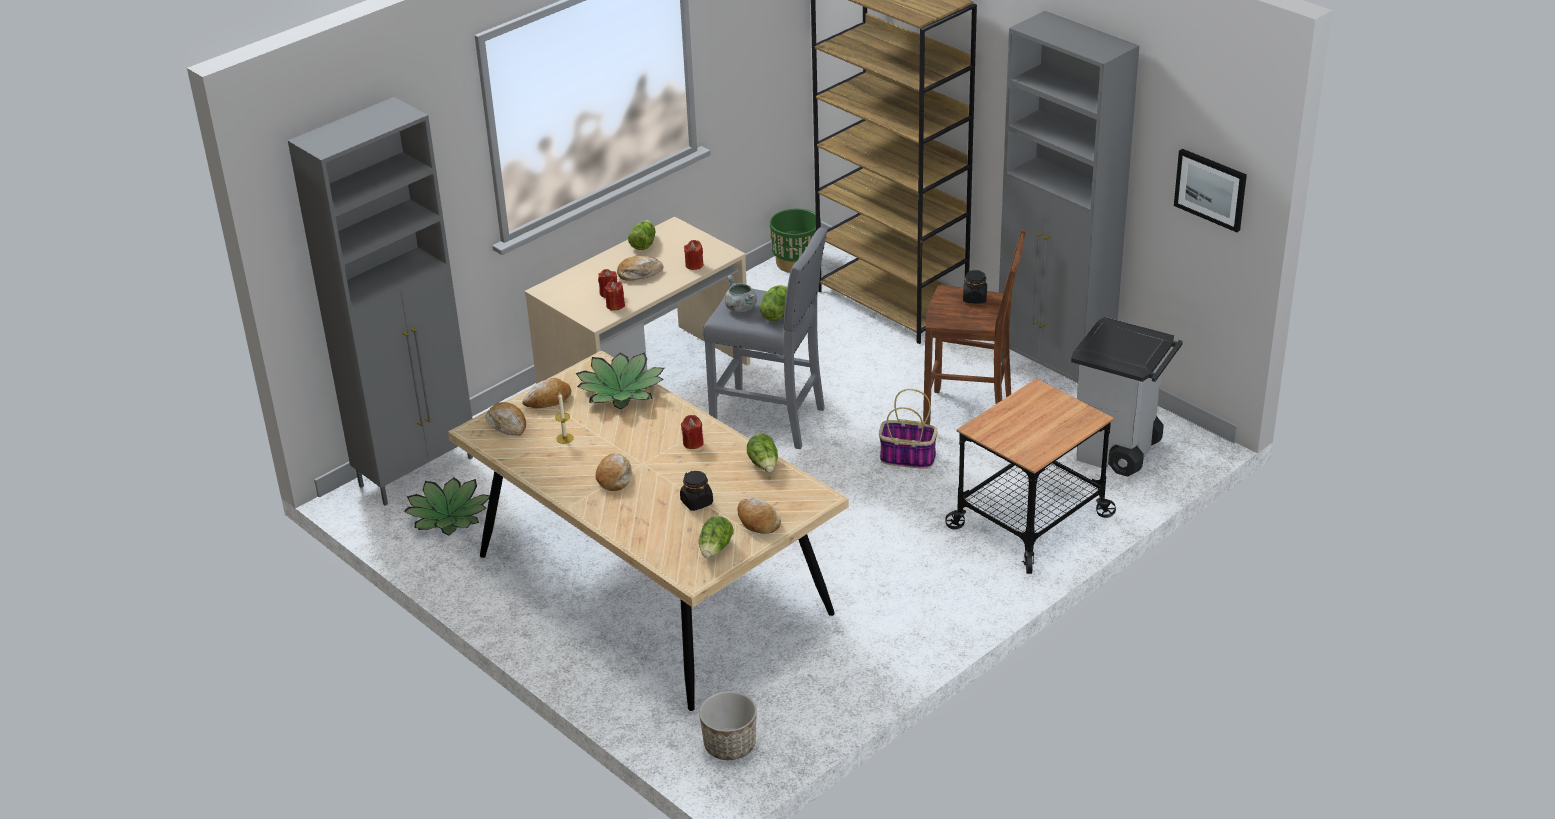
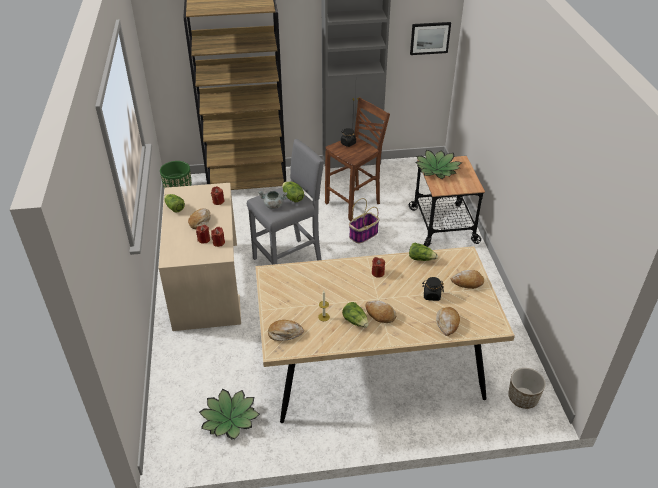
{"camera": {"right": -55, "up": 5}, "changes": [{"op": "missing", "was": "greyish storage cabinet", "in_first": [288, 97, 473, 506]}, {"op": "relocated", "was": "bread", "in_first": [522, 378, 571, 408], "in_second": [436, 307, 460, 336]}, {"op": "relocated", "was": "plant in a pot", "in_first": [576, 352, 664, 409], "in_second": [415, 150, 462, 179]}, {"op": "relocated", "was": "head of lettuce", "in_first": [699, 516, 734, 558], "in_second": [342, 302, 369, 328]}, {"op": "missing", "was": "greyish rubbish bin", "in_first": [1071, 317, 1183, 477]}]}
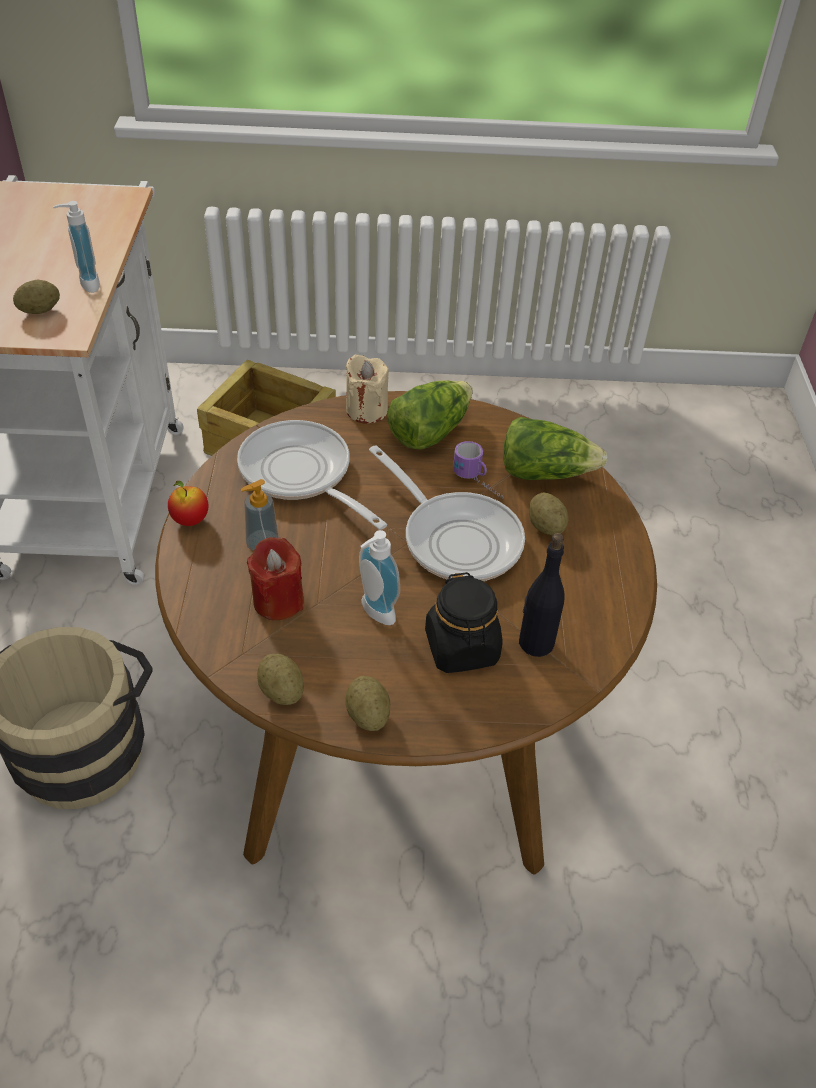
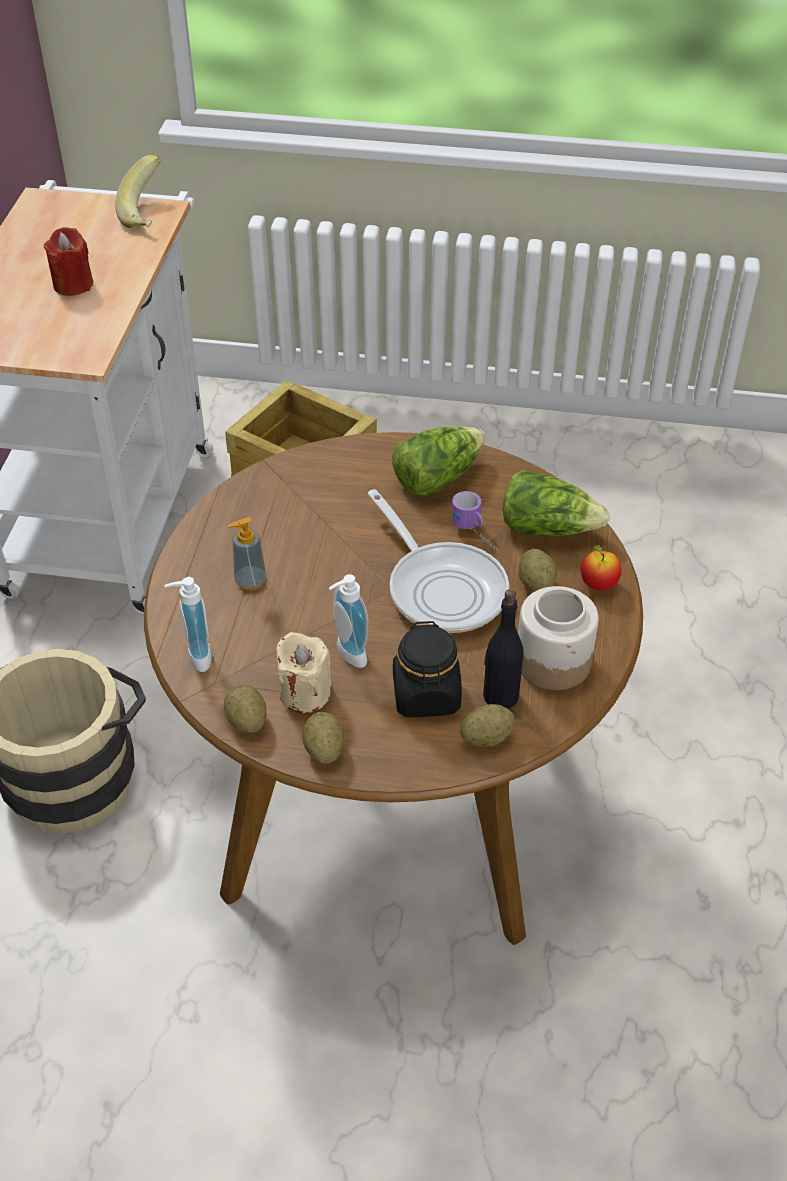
{"camera": {"right": 10, "up": 0}, "changes": [{"op": "relocated", "was": "spud", "in_first": [13, 280, 60, 314], "in_second": [460, 704, 515, 747]}, {"op": "relocated", "was": "soap dispenser", "in_first": [53, 201, 100, 293], "in_second": [164, 577, 212, 672]}, {"op": "relocated", "was": "apple", "in_first": [168, 481, 209, 526], "in_second": [581, 545, 622, 591]}, {"op": "missing", "was": "frying pan", "in_first": [237, 420, 387, 530]}, {"op": "relocated", "was": "red-coloured wax light", "in_first": [247, 537, 304, 620], "in_second": [44, 227, 93, 296]}, {"op": "relocated", "was": "beige wax light", "in_first": [345, 354, 389, 423], "in_second": [276, 632, 331, 713]}, {"op": "appeared", "now": "whole banana", "in_second": [115, 155, 160, 228]}, {"op": "appeared", "now": "jar", "in_second": [518, 586, 599, 690]}]}
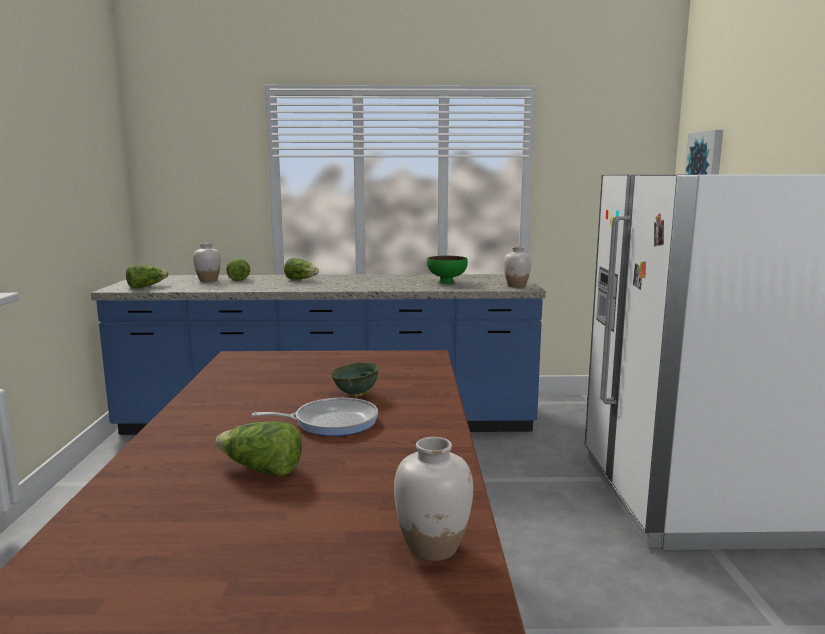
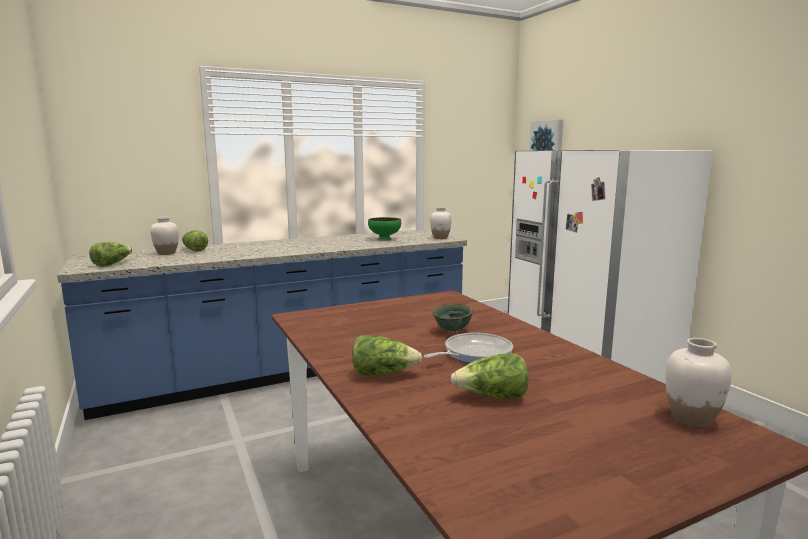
{"camera": {"right": -25, "up": 0}, "changes": [{"op": "relocated", "was": "head of lettuce", "in_first": [284, 258, 319, 280], "in_second": [352, 335, 422, 376]}]}
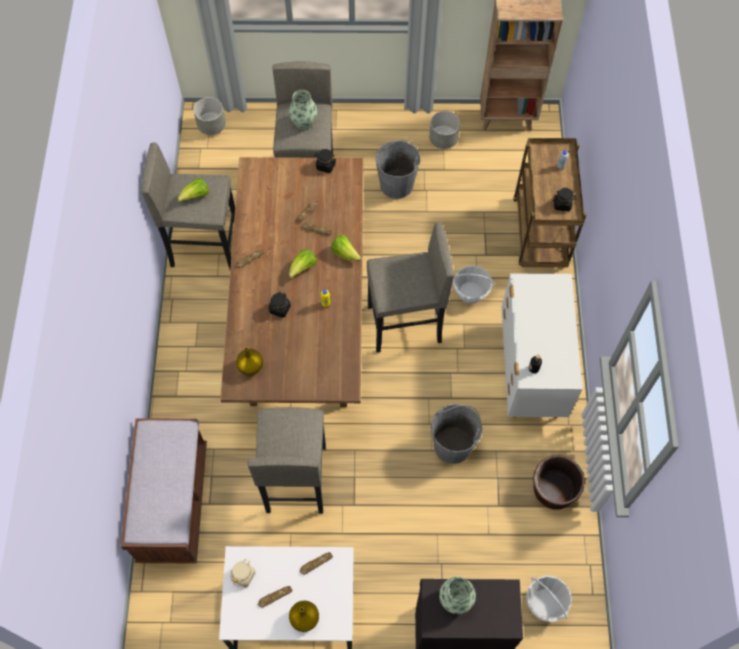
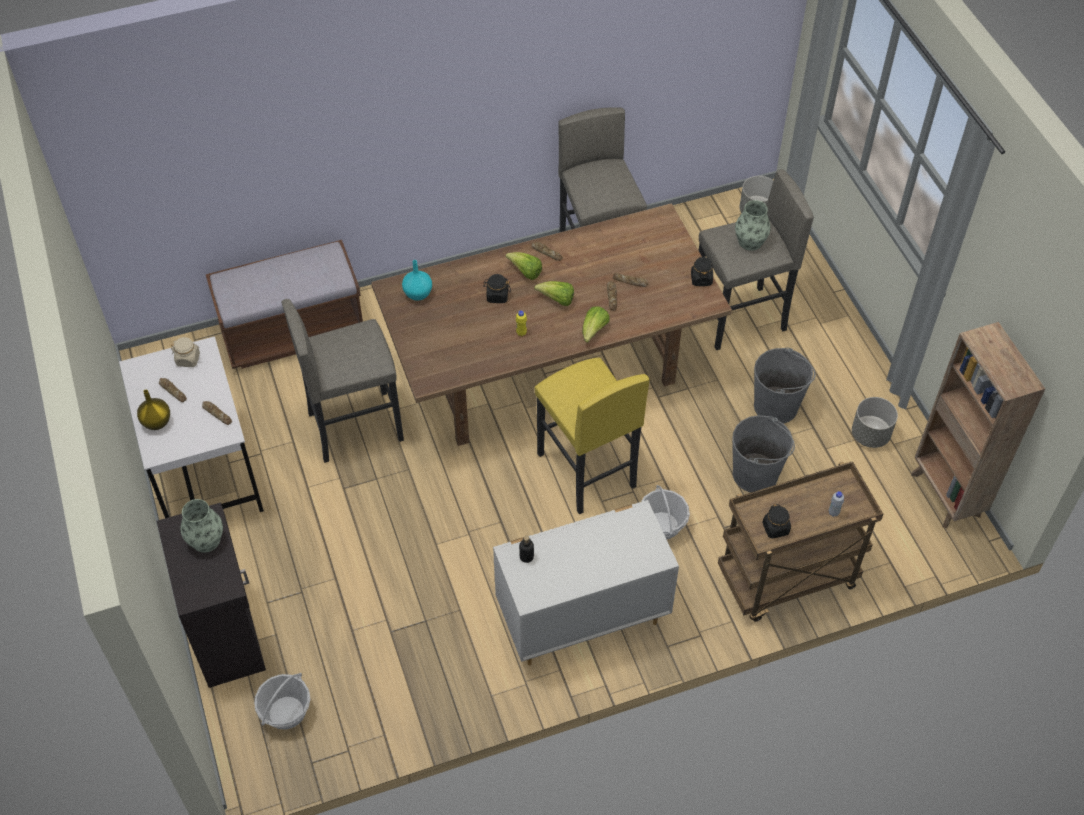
{"camera": {"right": 70, "up": -10}, "changes": [{"op": "relocated", "was": "head of lettuce", "in_first": [177, 178, 209, 202], "in_second": [505, 252, 542, 280]}, {"op": "colour", "was": "yellow decorative vase", "now": "turquoise-coloured decorative vase", "in_first": [236, 347, 263, 376], "in_second": [402, 260, 432, 301]}, {"op": "colour", "was": "greyish sitting stool", "now": "yellow sitting stool", "in_first": [367, 222, 454, 353], "in_second": [535, 357, 650, 514]}, {"op": "relocated", "was": "greyish pail", "in_first": [431, 404, 482, 464], "in_second": [732, 415, 795, 493]}, {"op": "missing", "was": "brownish plant pot", "in_first": [533, 455, 585, 510]}]}
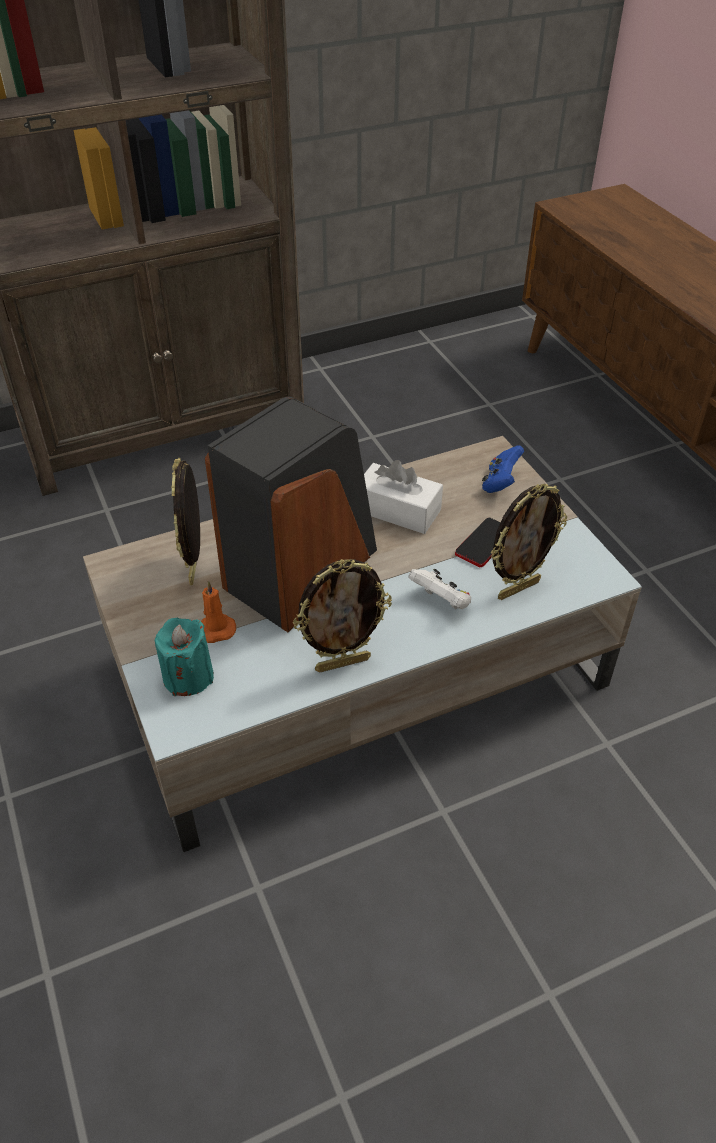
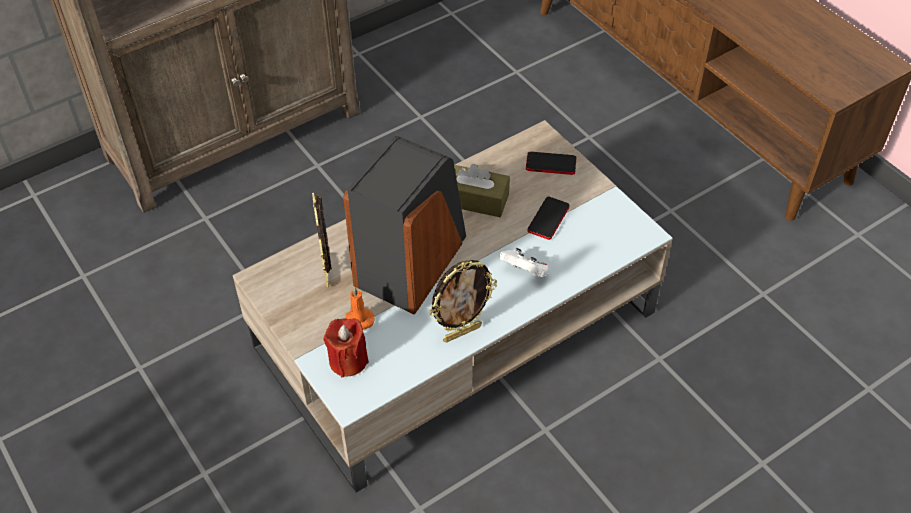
{"camera": {"right": -10, "up": 5}, "changes": [{"op": "colour", "was": "turquoise-coloured wax light", "now": "red-coloured wax light", "in_first": [154, 618, 214, 696], "in_second": [324, 318, 369, 378]}, {"op": "colour", "was": "white tissue holder", "now": "brownish tissue holder", "in_first": [364, 460, 443, 534], "in_second": [454, 164, 510, 217]}, {"op": "exchanged", "was": "blue game controller", "now": "telephone", "in_first": [482, 445, 524, 493], "in_second": [526, 152, 576, 175]}, {"op": "missing", "was": "photo frame", "in_first": [491, 484, 567, 600]}]}
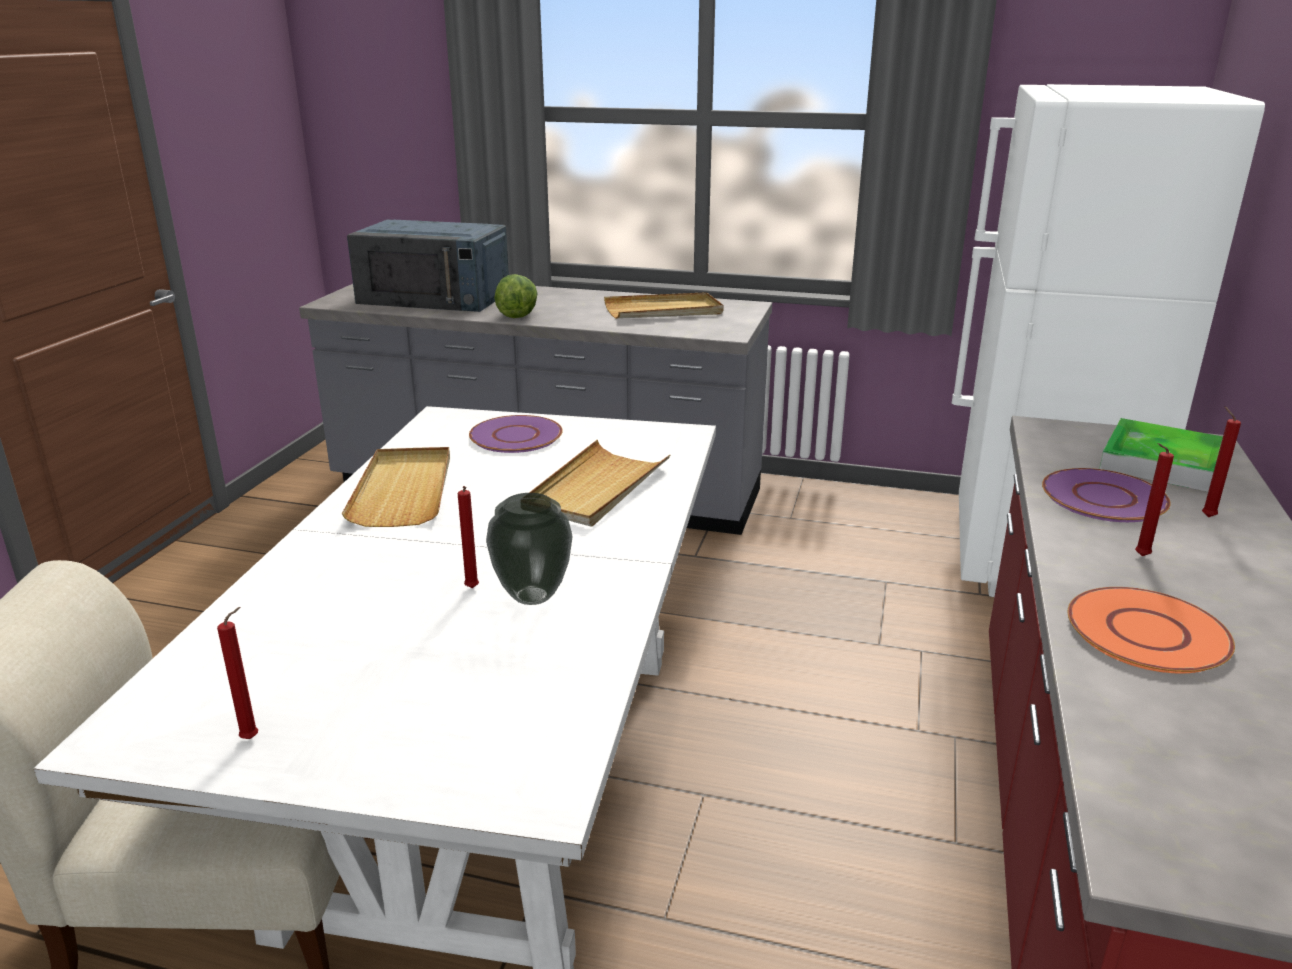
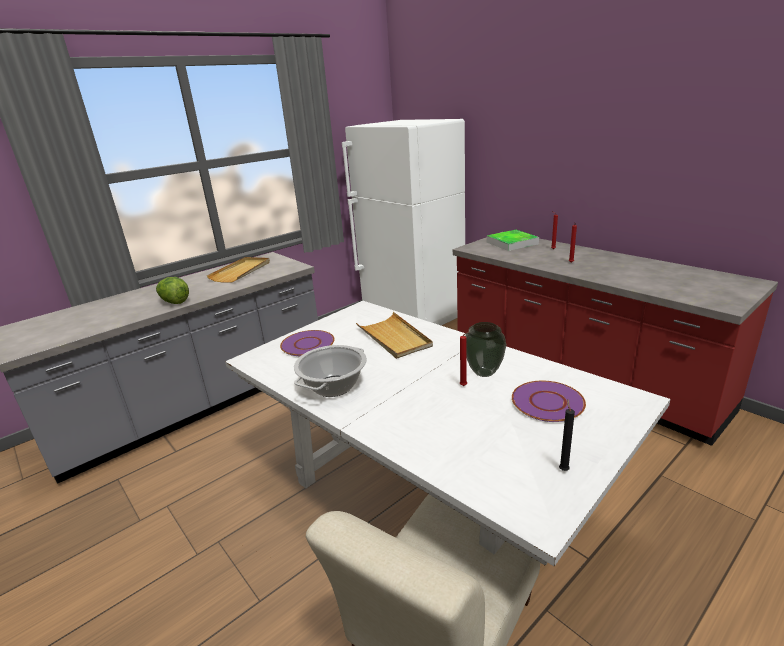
{"camera": {"right": -55, "up": 0}, "changes": [{"op": "colour", "was": "red-coloured wax light", "now": "black wax light", "in_first": [217, 607, 258, 739], "in_second": [559, 400, 575, 471]}, {"op": "exchanged", "was": "beige carrying tray", "now": "stockpot", "in_first": [342, 447, 450, 527], "in_second": [294, 345, 367, 397]}, {"op": "missing", "was": "blue microwave oven", "in_first": [347, 220, 509, 312]}, {"op": "relocated", "was": "purple-coloured dinner plate", "in_first": [1042, 468, 1171, 522], "in_second": [512, 381, 586, 422]}, {"op": "missing", "was": "orange dinner plate", "in_first": [1068, 587, 1235, 674]}]}
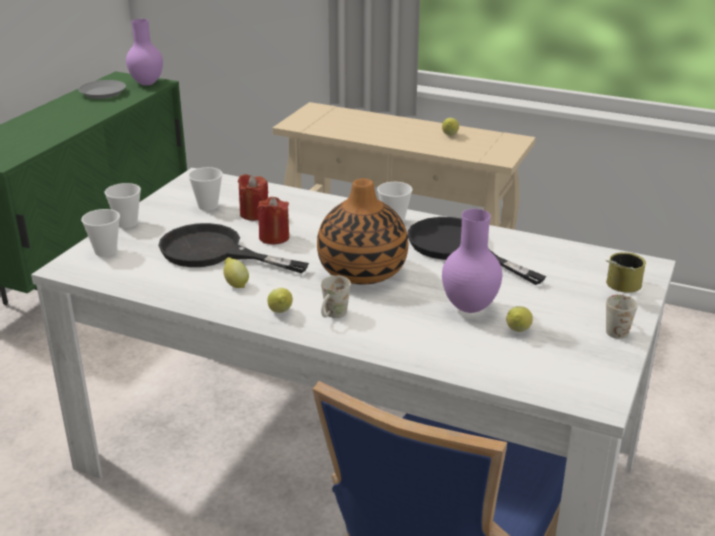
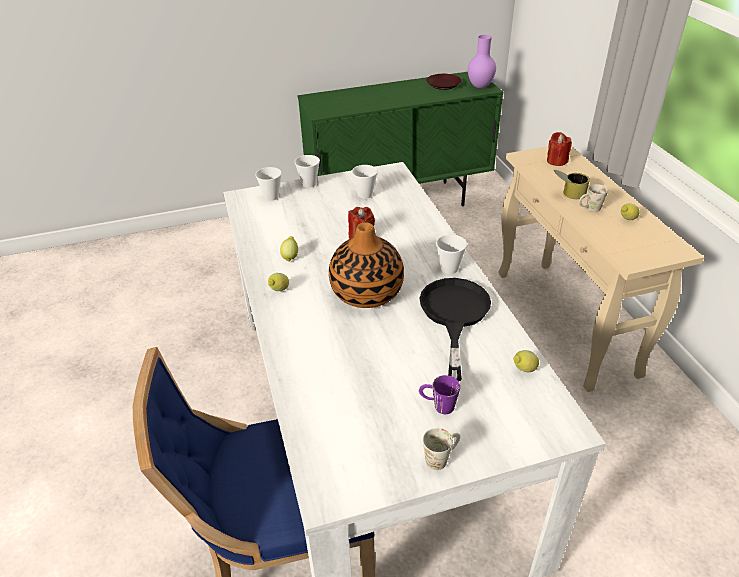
{"camera": {"right": 50, "up": 10}, "changes": [{"op": "colour", "was": "greyish dinner plate", "now": "brownish dinner plate", "in_first": [78, 80, 126, 99], "in_second": [427, 74, 462, 90]}, {"op": "missing", "was": "black frying pan", "in_first": [158, 223, 309, 273]}, {"op": "relocated", "was": "red-coloured wax light", "in_first": [238, 174, 268, 221], "in_second": [547, 132, 572, 166]}, {"op": "relocated", "was": "white mug", "in_first": [321, 275, 351, 318], "in_second": [579, 184, 608, 212]}, {"op": "missing", "was": "purple-coloured decorative vase", "in_first": [442, 209, 502, 313]}, {"op": "relocated", "was": "whole lemon", "in_first": [506, 306, 533, 332], "in_second": [513, 350, 539, 372]}, {"op": "relocated", "was": "sealed can", "in_first": [606, 252, 646, 293], "in_second": [554, 170, 590, 199]}, {"op": "appeared", "now": "purple-coloured mug", "in_second": [419, 375, 460, 414]}]}
